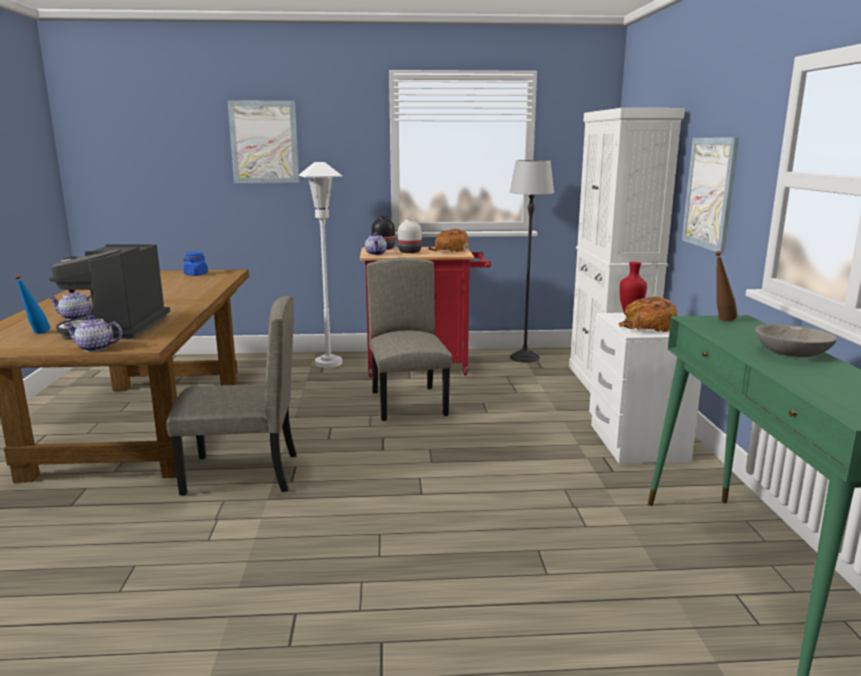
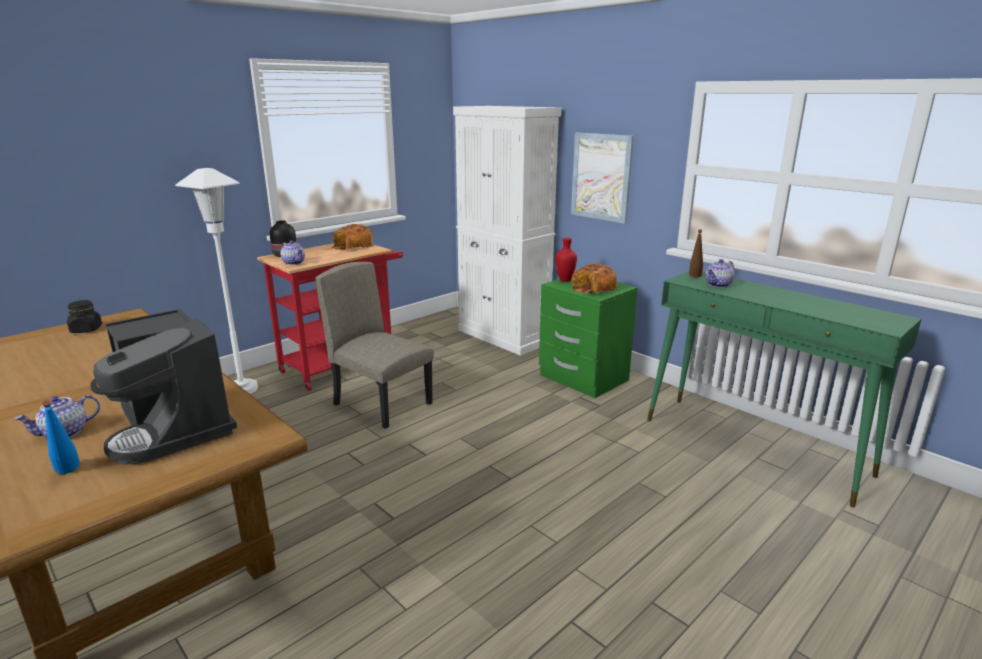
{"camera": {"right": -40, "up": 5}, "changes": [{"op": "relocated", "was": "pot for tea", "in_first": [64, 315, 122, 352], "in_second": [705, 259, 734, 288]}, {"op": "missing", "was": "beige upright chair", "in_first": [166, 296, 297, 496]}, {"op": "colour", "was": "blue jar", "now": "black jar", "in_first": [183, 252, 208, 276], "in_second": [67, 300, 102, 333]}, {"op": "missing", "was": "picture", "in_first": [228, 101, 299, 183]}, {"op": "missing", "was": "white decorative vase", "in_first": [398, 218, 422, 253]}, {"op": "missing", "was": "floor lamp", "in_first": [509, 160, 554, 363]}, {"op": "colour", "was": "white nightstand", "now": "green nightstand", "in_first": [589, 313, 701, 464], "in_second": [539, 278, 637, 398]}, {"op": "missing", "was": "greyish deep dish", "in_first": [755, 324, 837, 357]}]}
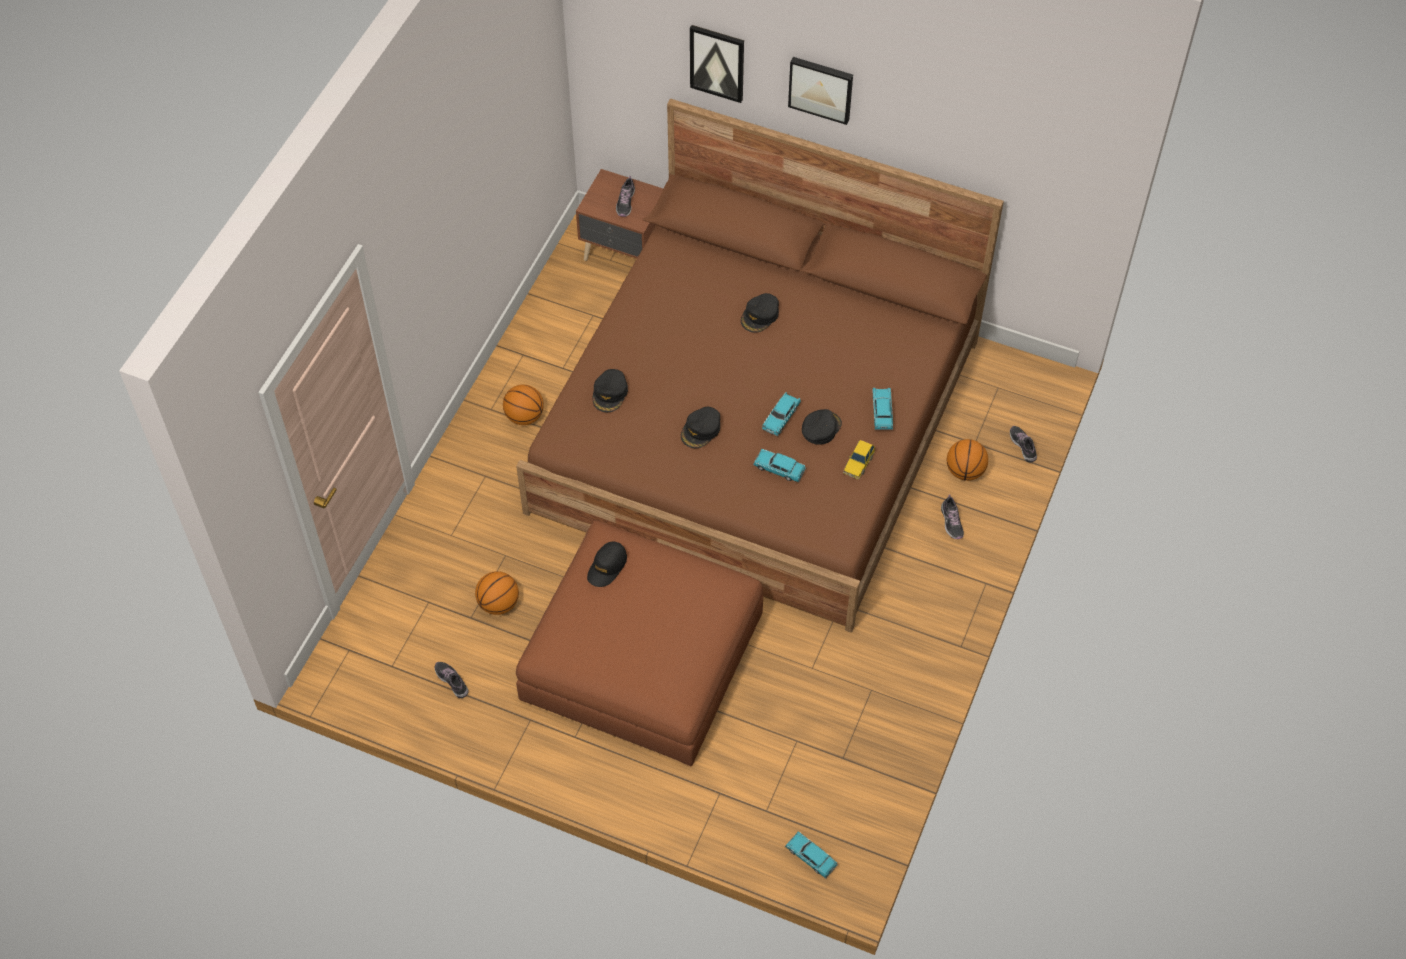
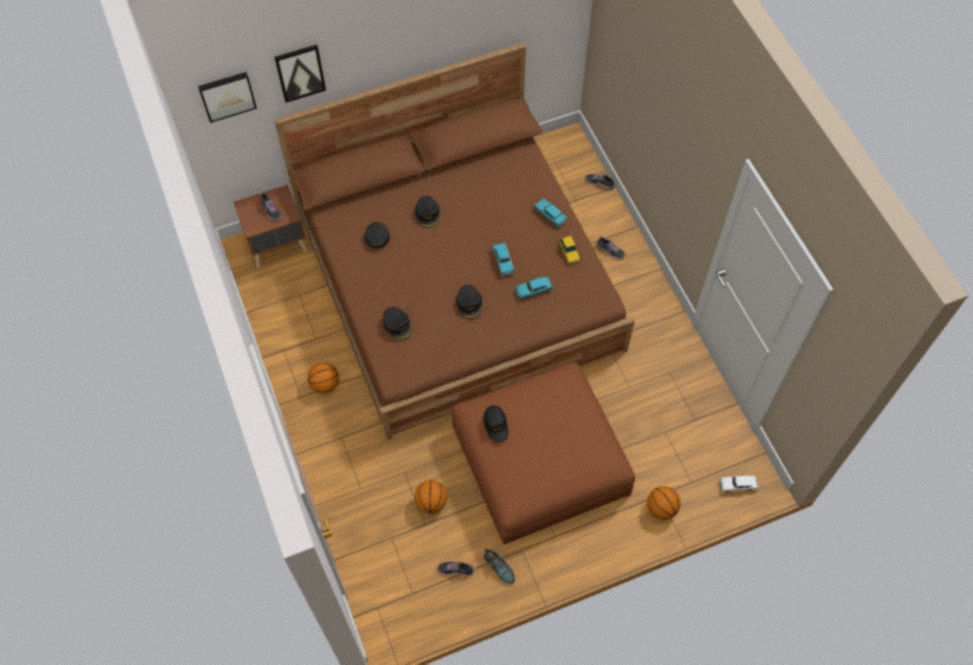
{"camera": {"right": -45, "up": 5}, "changes": [{"op": "colour", "was": "turquoise-coloured toy car", "now": "white toy car", "in_first": [785, 831, 838, 879], "in_second": [719, 476, 758, 492]}, {"op": "relocated", "was": "picture", "in_first": [788, 57, 853, 125], "in_second": [198, 72, 257, 123]}, {"op": "relocated", "was": "black baseball cap", "in_first": [802, 409, 842, 445], "in_second": [364, 222, 390, 249]}, {"op": "relocated", "was": "basketball", "in_first": [947, 439, 988, 481], "in_second": [647, 486, 681, 520]}, {"op": "appeared", "now": "item of footwear", "in_second": [484, 548, 515, 585]}]}
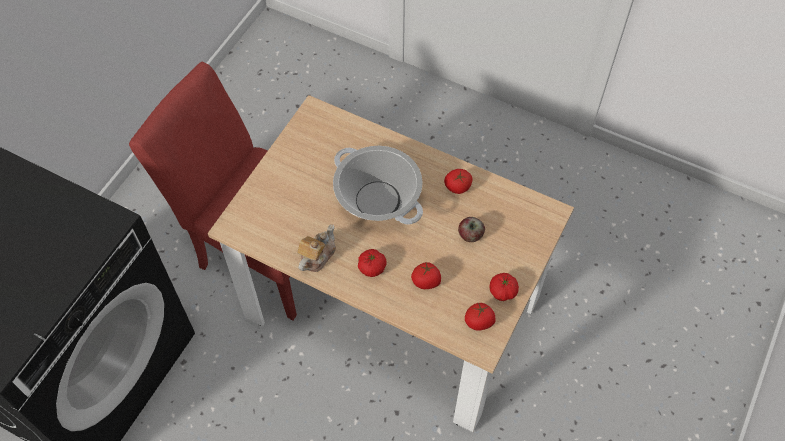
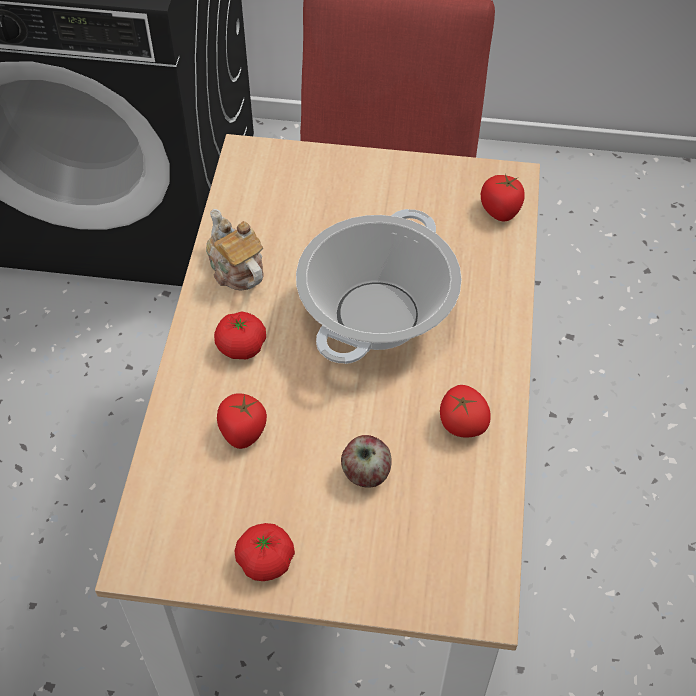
{"camera": {"right": 70, "up": -5}, "changes": [{"op": "spun", "was": "pot for tea", "in_first": [298, 224, 336, 272], "in_second": [206, 209, 264, 291], "clockwise": -135}, {"op": "relocated", "was": "whole tomato", "in_first": [465, 303, 496, 331], "in_second": [481, 174, 525, 222]}]}
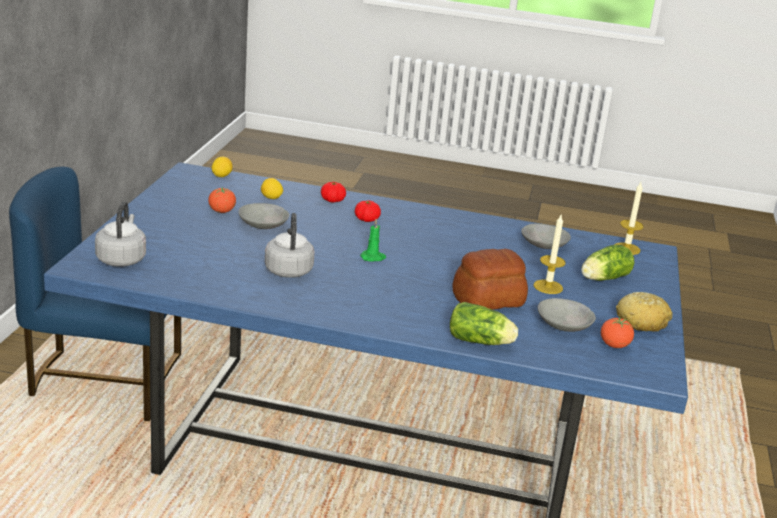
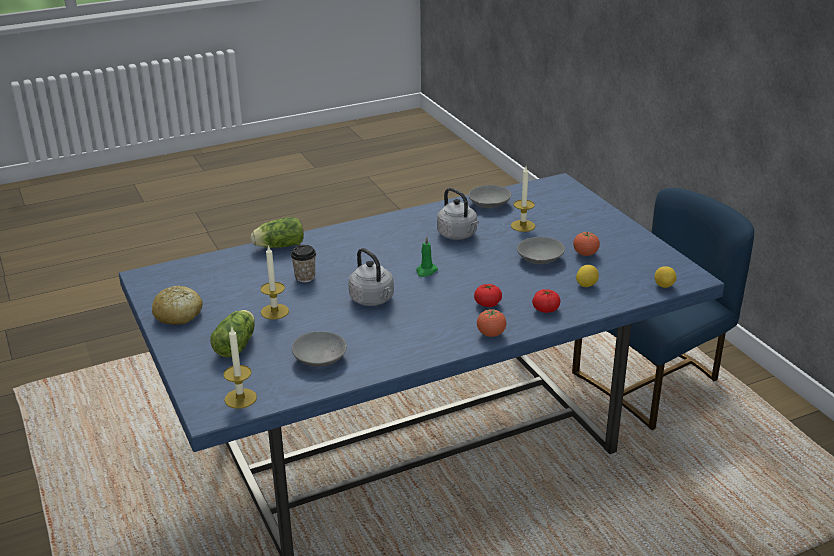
{"camera": {"right": 145, "up": 5}, "changes": [{"op": "relocated", "was": "greyish water kettle", "in_first": [95, 201, 146, 267], "in_second": [348, 248, 394, 306]}, {"op": "exchanged", "was": "bread", "now": "drinking cup", "in_first": [452, 249, 528, 310], "in_second": [291, 245, 316, 282]}, {"op": "relocated", "was": "greyish deep dish", "in_first": [538, 298, 596, 332], "in_second": [468, 185, 512, 208]}, {"op": "relocated", "was": "whole tomato", "in_first": [601, 317, 634, 348], "in_second": [477, 309, 506, 337]}, {"op": "appeared", "now": "wax light", "in_second": [511, 166, 535, 232]}]}
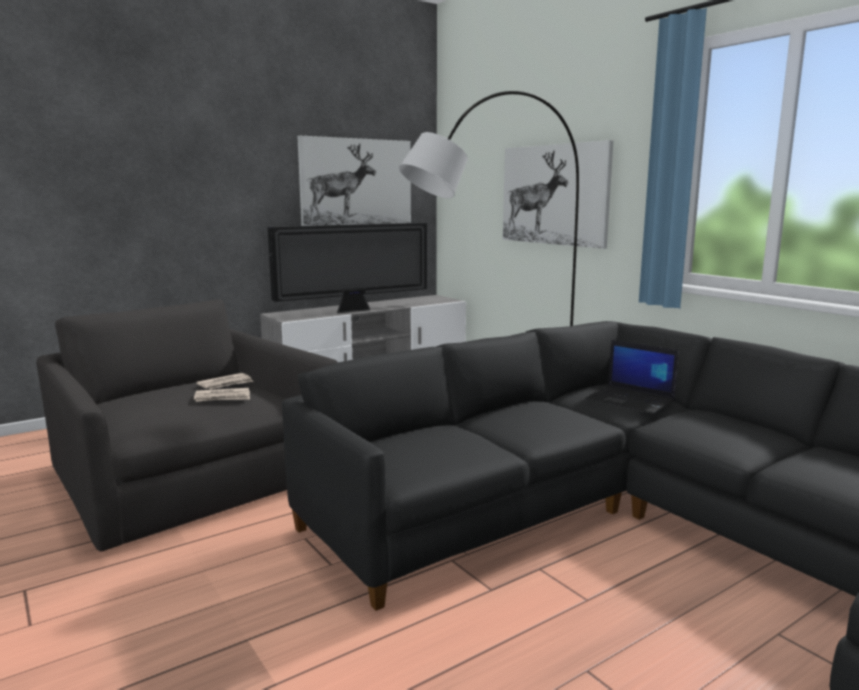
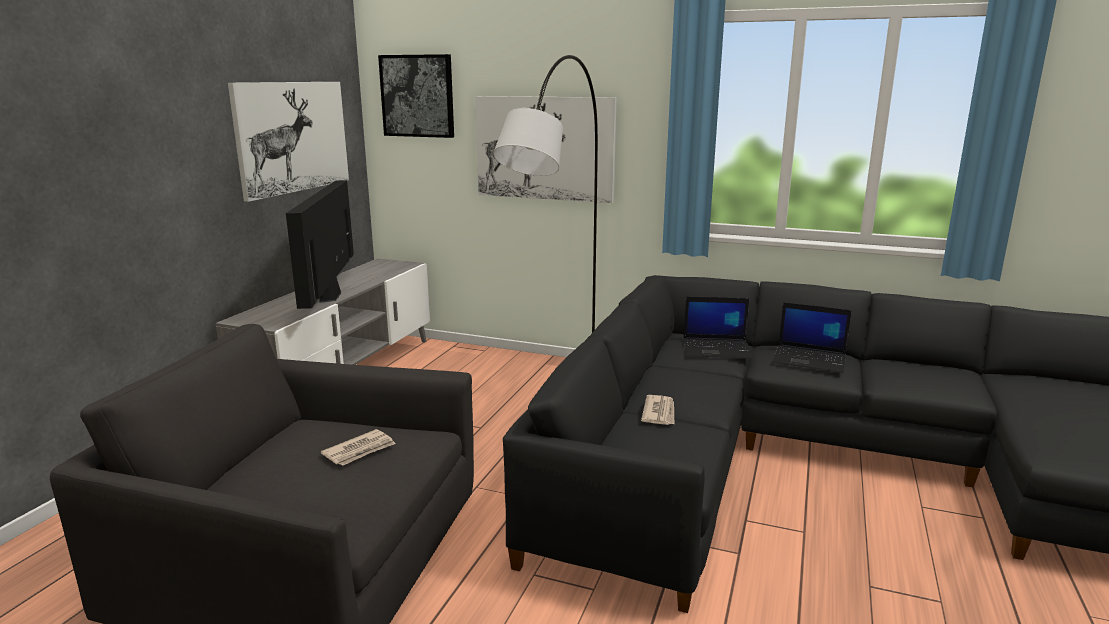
{"camera": {"right": -35, "up": 5}, "changes": [{"op": "relocated", "was": "newspaper", "in_first": [196, 373, 254, 389], "in_second": [641, 395, 674, 425]}, {"op": "spun", "was": "television", "in_first": [268, 223, 427, 313], "in_second": [286, 180, 354, 309], "clockwise": 150}, {"op": "appeared", "now": "picture", "in_second": [378, 54, 454, 138]}, {"op": "appeared", "now": "portable computer", "in_second": [772, 302, 852, 373]}]}
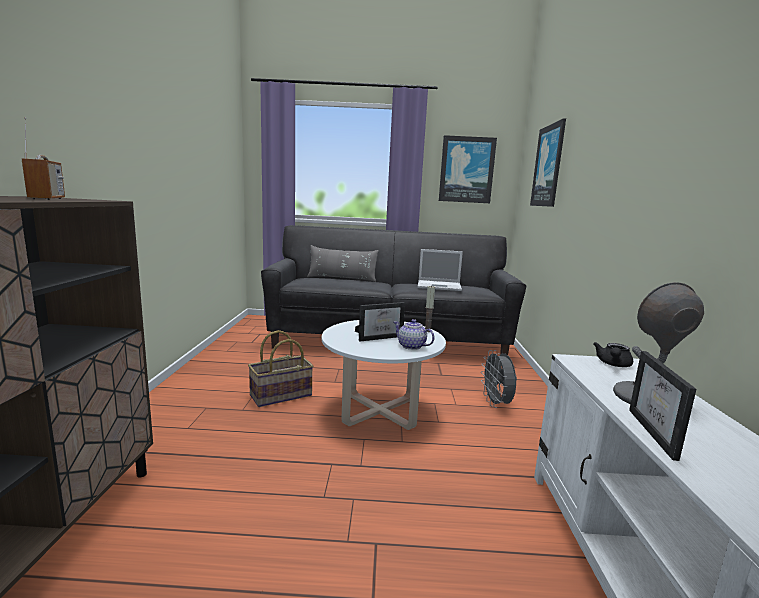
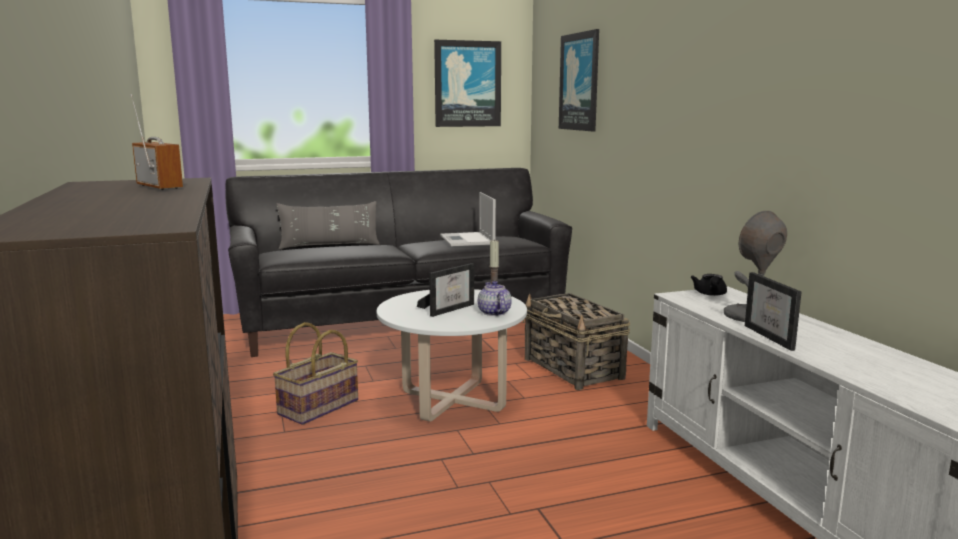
{"camera": {"right": -20, "up": 0}, "changes": [{"op": "spun", "was": "pot for tea", "in_first": [394, 319, 435, 350], "in_second": [478, 281, 512, 316], "clockwise": 60}, {"op": "spun", "was": "portable computer", "in_first": [418, 249, 463, 291], "in_second": [440, 192, 496, 247], "clockwise": 90}, {"op": "exchanged", "was": "greyish electric fan", "now": "household basket", "in_first": [481, 350, 517, 408], "in_second": [523, 293, 630, 390]}]}
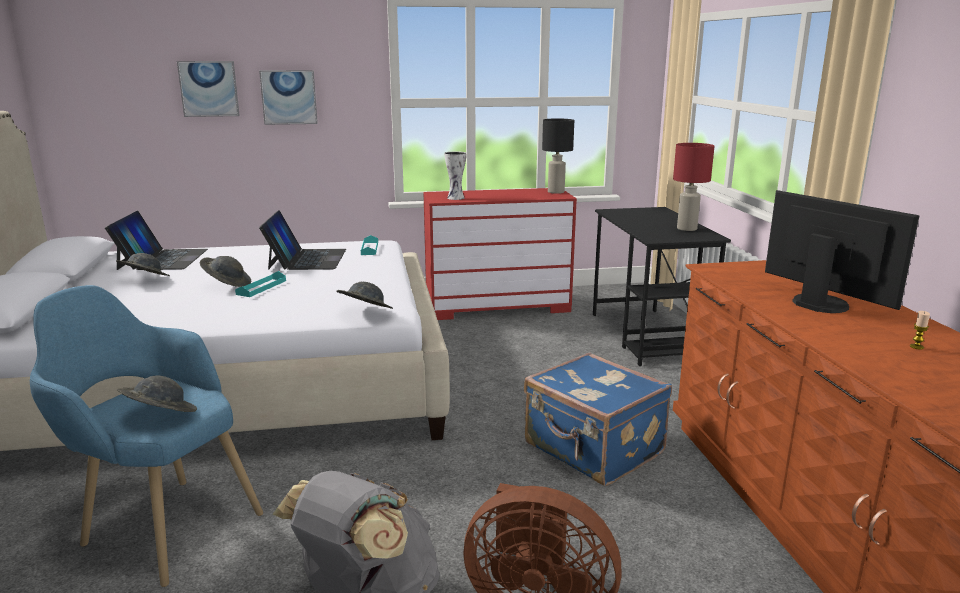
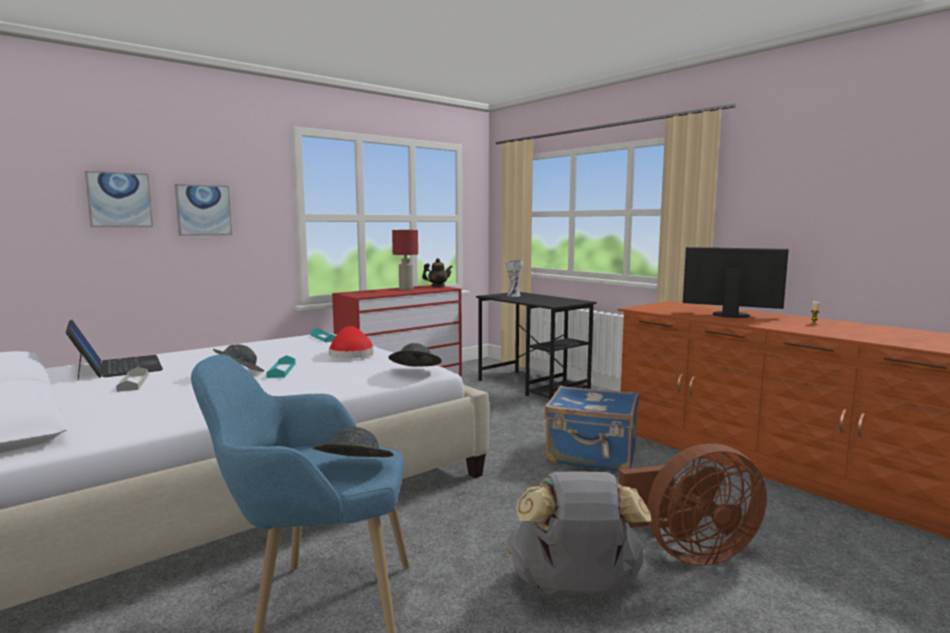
{"camera": {"right": -30, "up": -10}, "changes": [{"op": "exchanged", "was": "greyish wearable hat", "now": "greyish carrying tray", "in_first": [116, 253, 170, 276], "in_second": [116, 367, 149, 392]}, {"op": "missing", "was": "portable computer", "in_first": [259, 210, 346, 270]}, {"op": "relocated", "was": "decorative vase", "in_first": [444, 151, 467, 200], "in_second": [506, 260, 523, 297]}, {"op": "exchanged", "was": "black tabletop lamp", "now": "pot for tea", "in_first": [542, 118, 574, 194], "in_second": [422, 258, 453, 287]}, {"op": "relocated", "was": "red-coloured tabletop lamp", "in_first": [673, 143, 715, 231], "in_second": [392, 230, 418, 290]}, {"op": "appeared", "now": "red-coloured wearable hat", "in_second": [329, 326, 374, 358]}]}
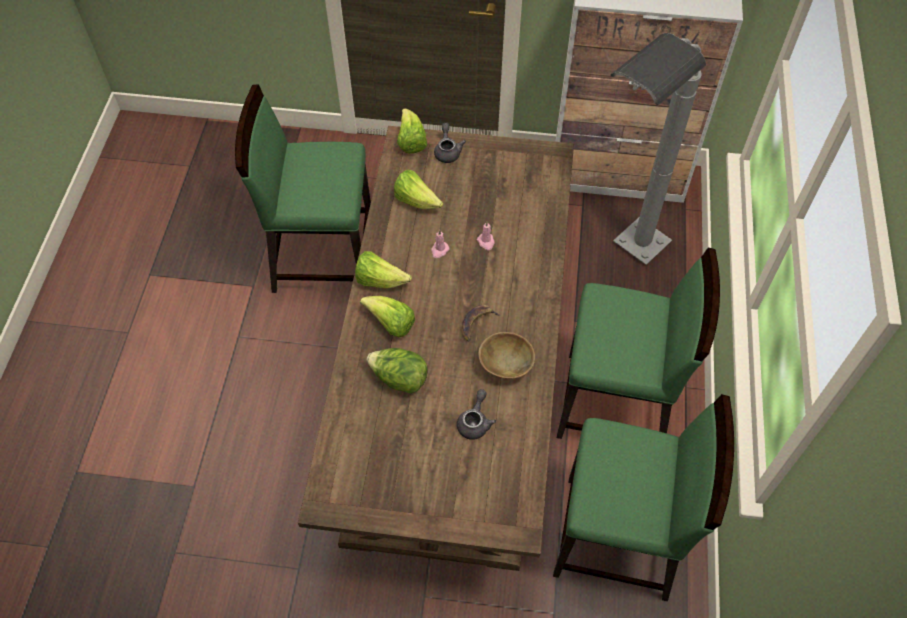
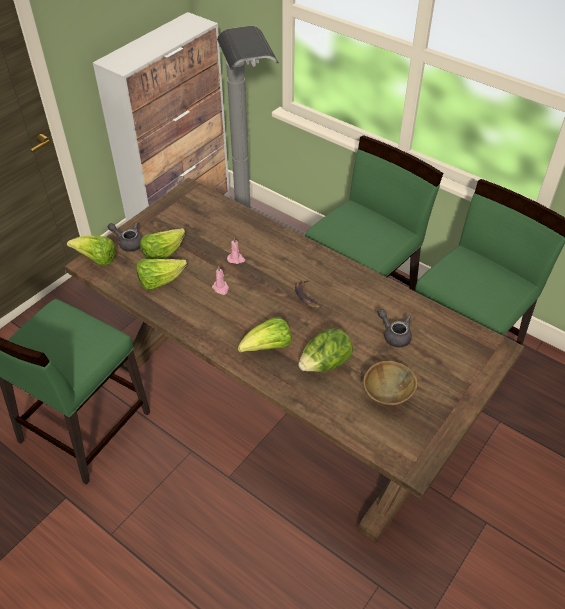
{"camera": {"right": -60, "up": -10}, "changes": [{"op": "relocated", "was": "head of lettuce", "in_first": [355, 251, 412, 288], "in_second": [140, 228, 185, 259]}, {"op": "relocated", "was": "brownish deep dish", "in_first": [478, 332, 535, 379], "in_second": [363, 361, 418, 405]}]}
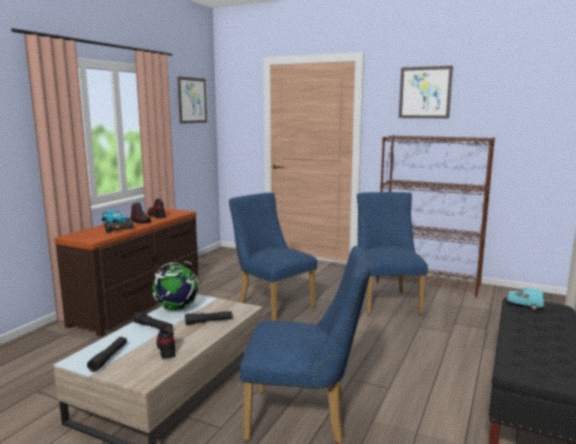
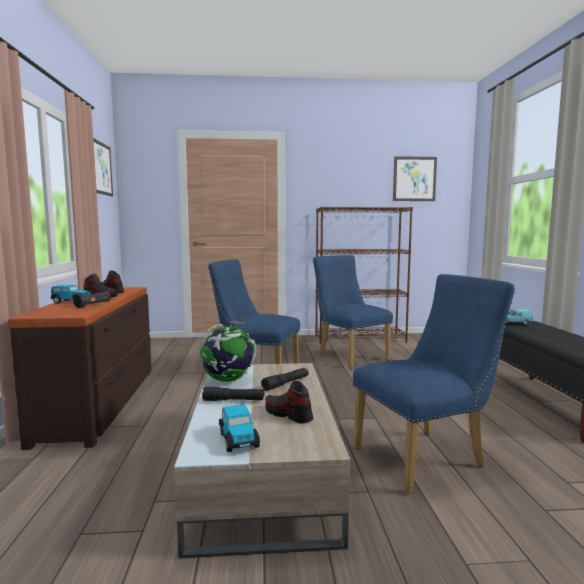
{"camera": {"right": -30, "up": -5}, "changes": [{"op": "exchanged", "was": "black flashlight", "now": "toy car", "in_first": [87, 337, 127, 372], "in_second": [219, 404, 260, 452]}, {"op": "relocated", "was": "picture", "in_first": [399, 66, 453, 118], "in_second": [393, 156, 437, 201]}]}
